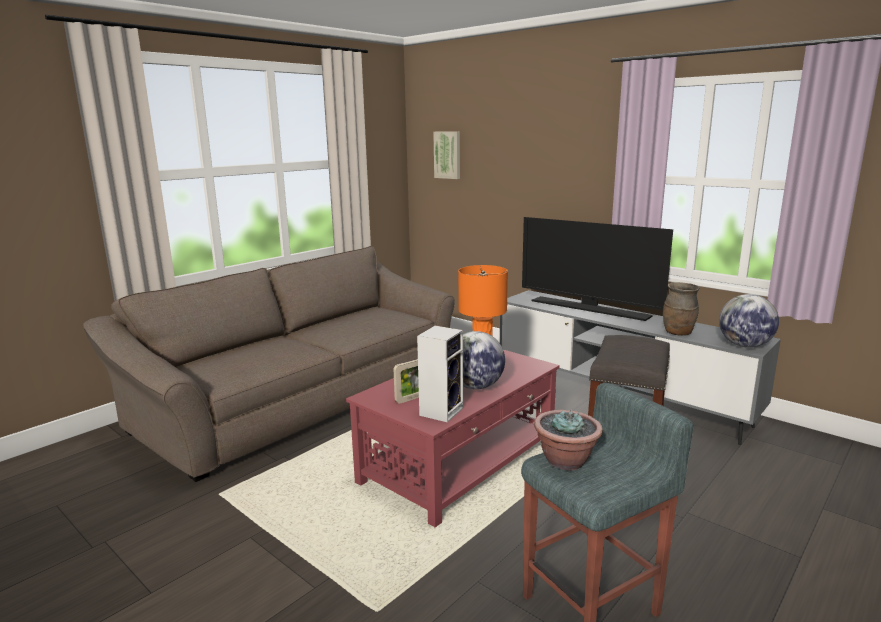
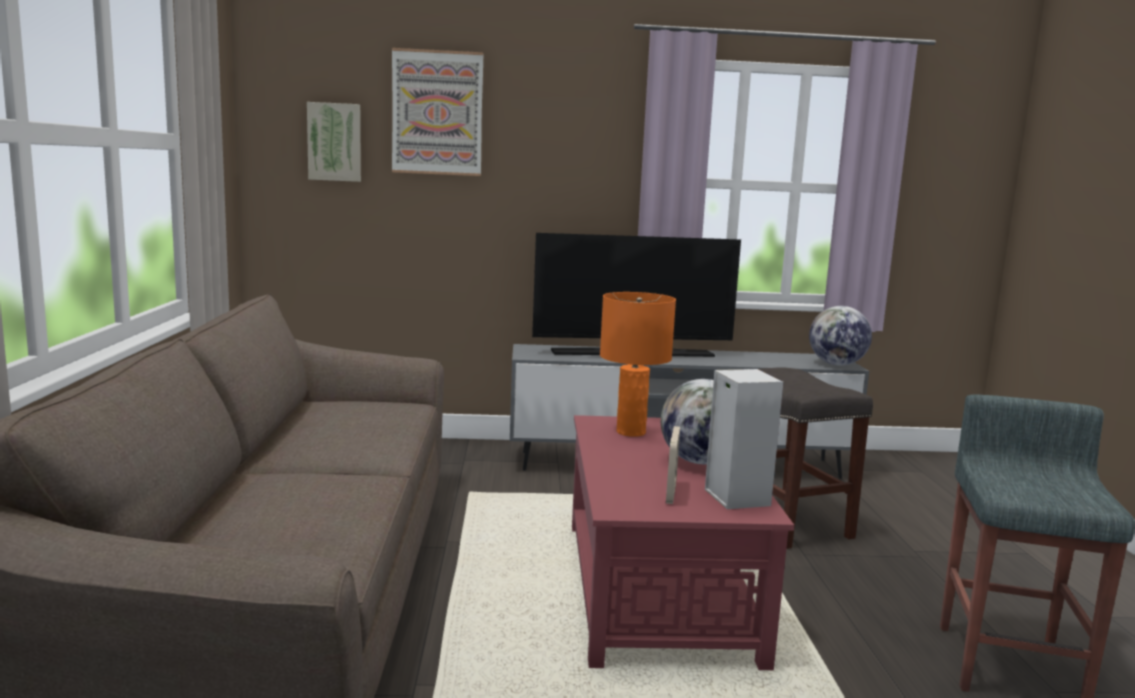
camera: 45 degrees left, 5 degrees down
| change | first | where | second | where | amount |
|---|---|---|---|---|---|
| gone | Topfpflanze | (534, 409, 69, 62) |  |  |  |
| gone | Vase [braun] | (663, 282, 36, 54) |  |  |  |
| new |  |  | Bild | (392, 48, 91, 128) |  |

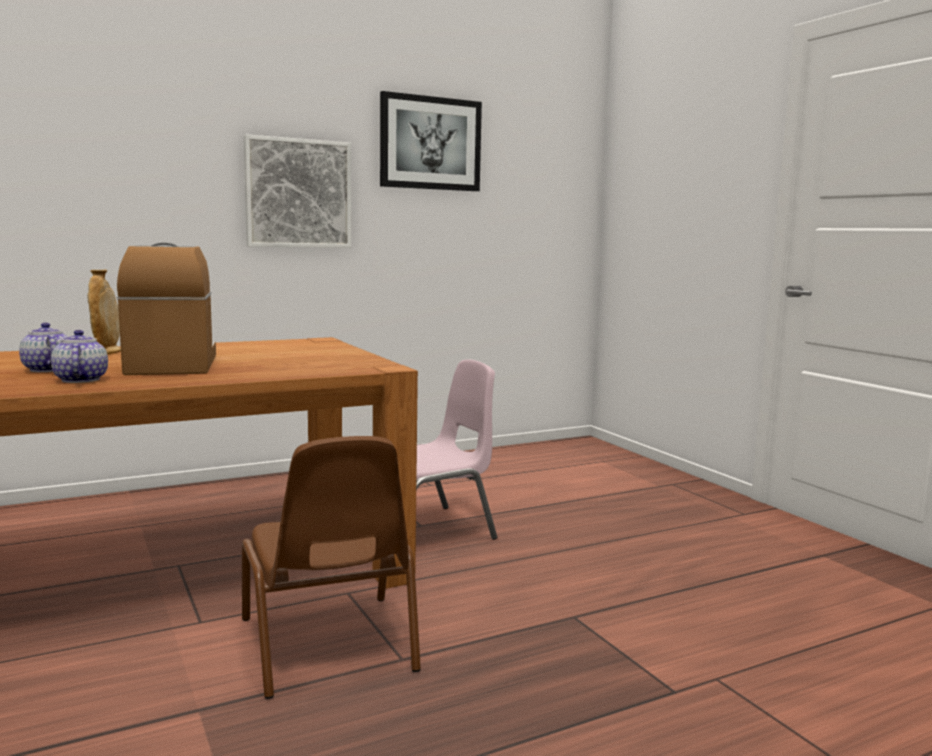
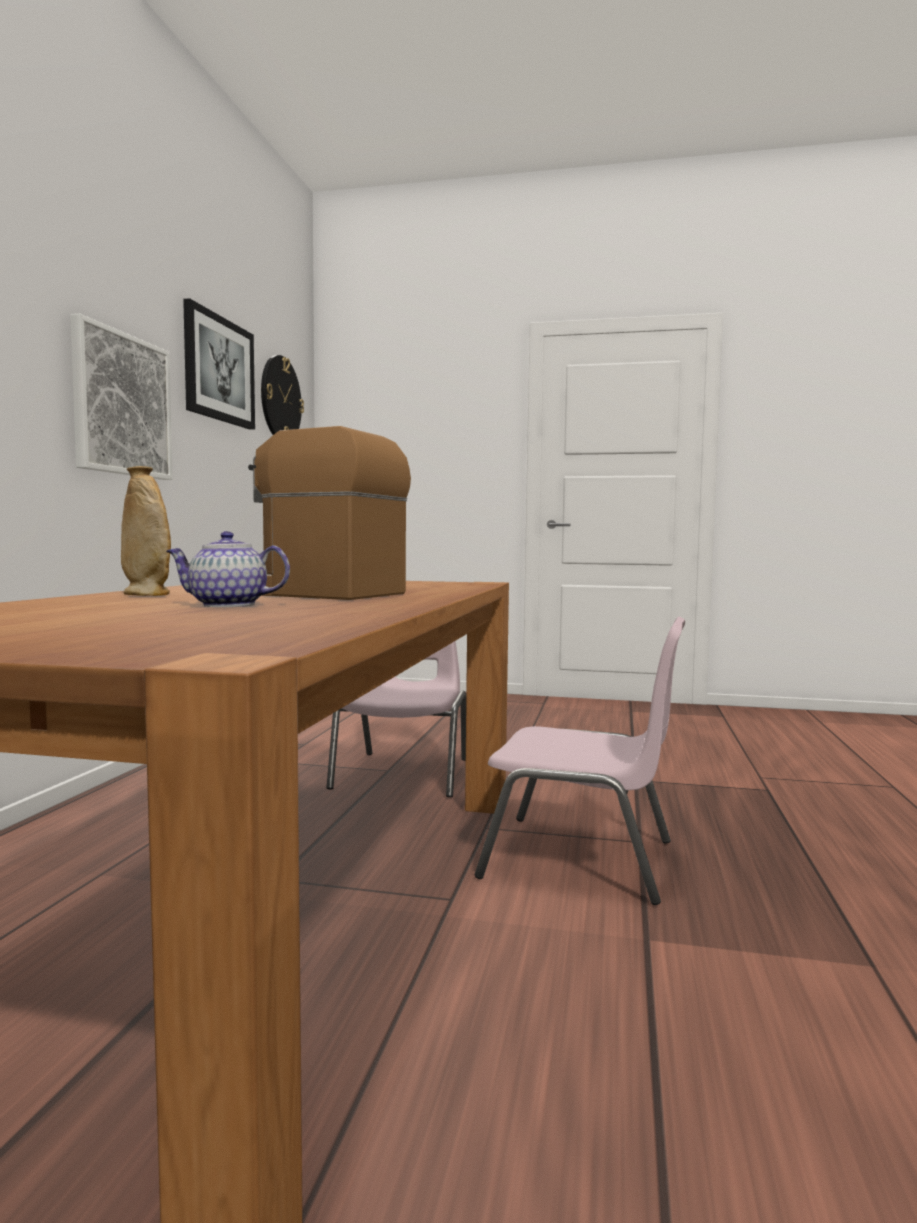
camera: 50 degrees left, 5 degrees down
| change | first | where | second | where | amount |
|---|---|---|---|---|---|
| gone | Teekanne | (51, 330, 57, 53) |  |  |  |
| repainted | Stuhl [braun] | (242, 436, 179, 263) | Stuhl [rosa] | (475, 617, 210, 288) |  |
| new |  |  | Wanduhr | (261, 355, 43, 80) |  |

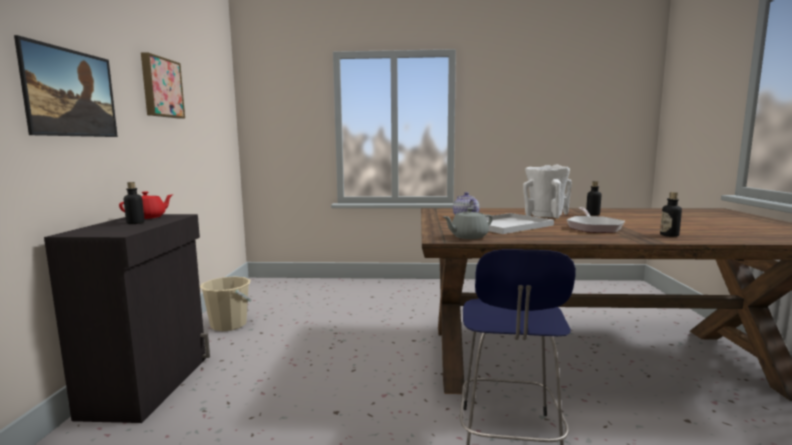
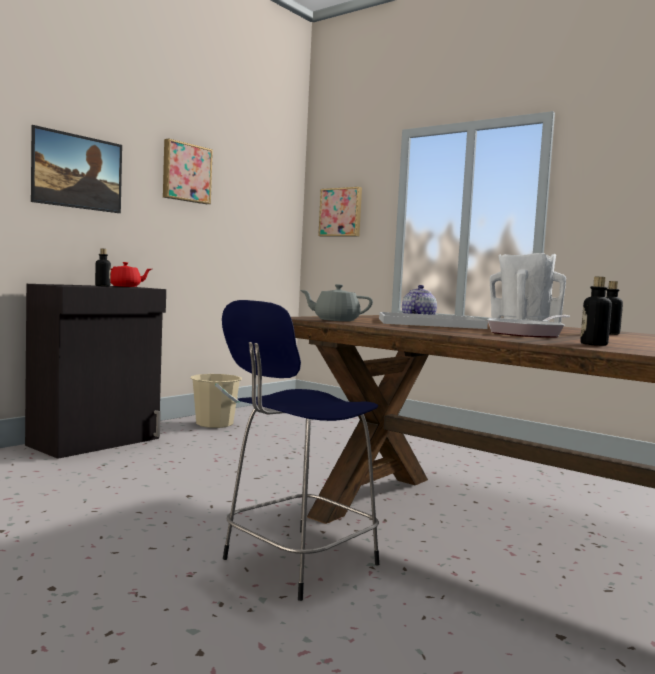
camera: 35 degrees right, 5 degrees down
| change | first | where | second | where | amount |
|---|---|---|---|---|---|
| new |  |  | Bild | (318, 187, 44, 50) |  |

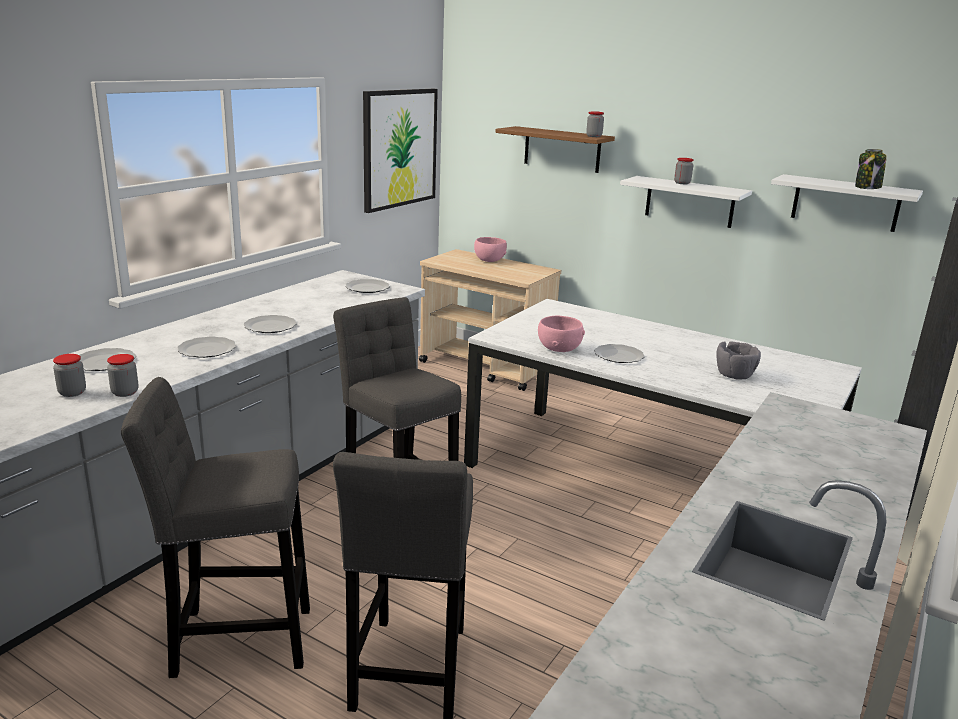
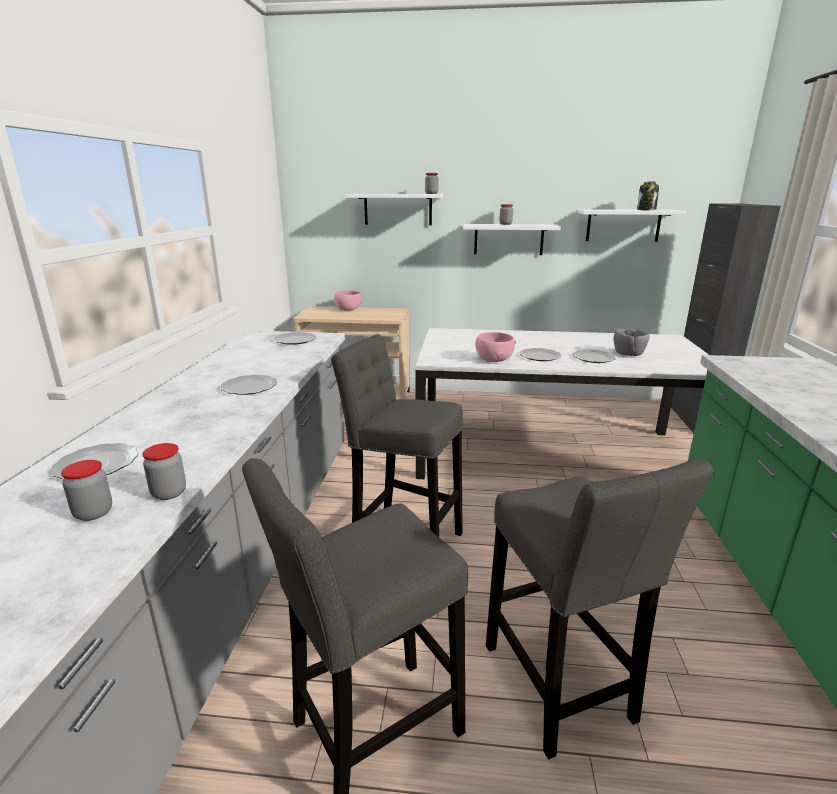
camera: 25 degrees left, 0 degrees up
| change | first | where | second | where | amount |
|---|---|---|---|---|---|
| shifted | Teller | (177, 336, 59, 22) |  | (572, 350, 44, 13) |  |
| gone | Bild | (363, 89, 75, 124) |  |  |  |
| repainted | Wandregal [braun] | (495, 126, 120, 47) | Wandregal [weiß] | (346, 194, 97, 31) |  |

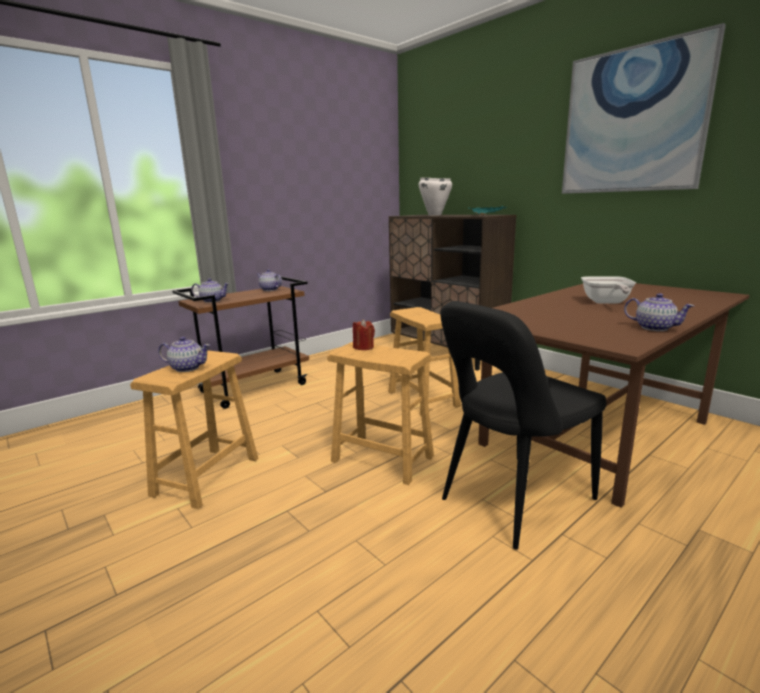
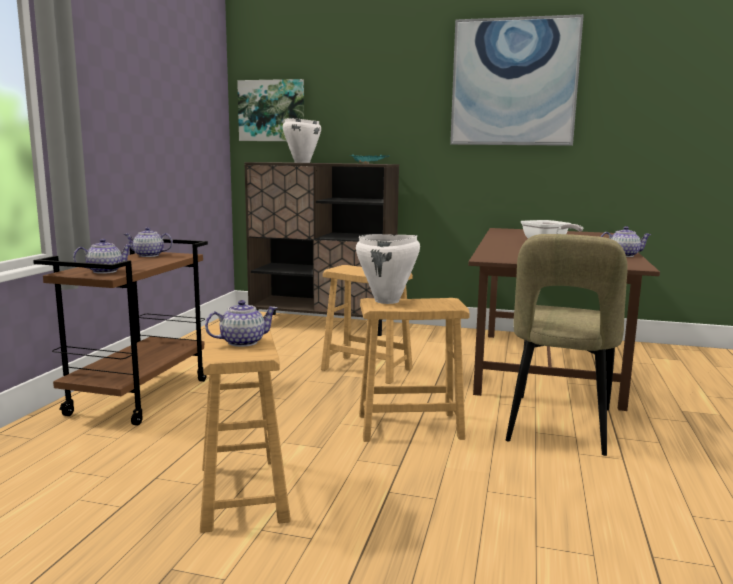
camera: 35 degrees left, 5 degrees down
| change | first | where | second | where | amount |
|---|---|---|---|---|---|
| swapped | Kerze [rot] | (353, 319, 22, 31) | Kochtopf [weiß] | (356, 234, 64, 70) |  |
| repainted | Stuhl [schwarz] | (440, 301, 166, 248) | Stuhl [beige] | (506, 234, 122, 222) |  |
| new |  |  | Bild | (237, 79, 67, 62) |  |

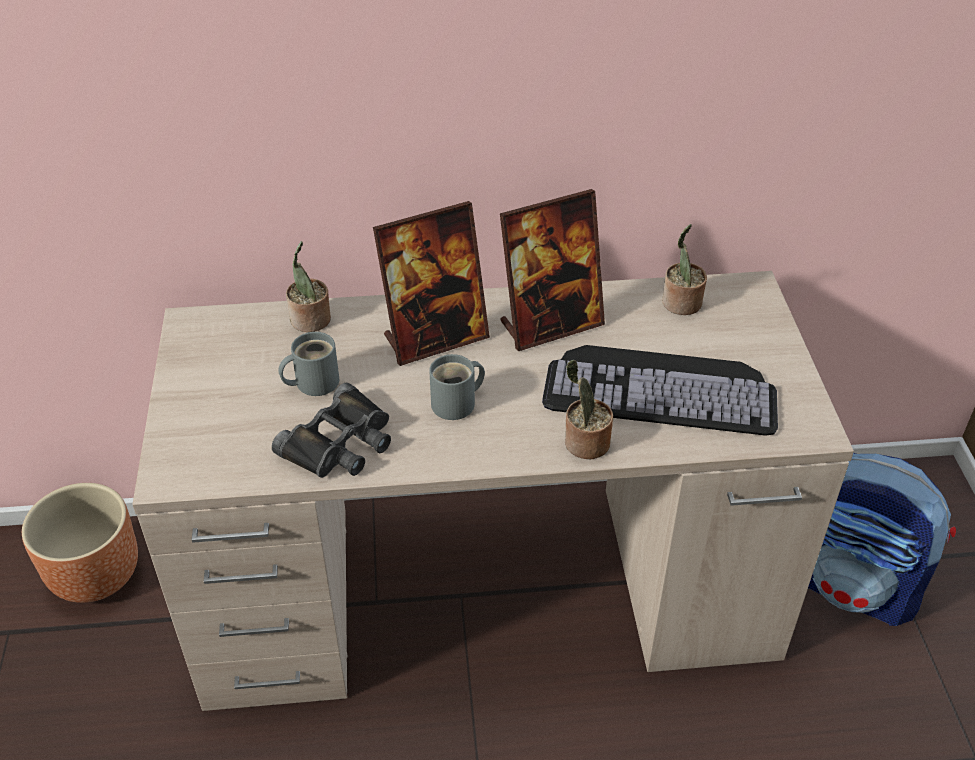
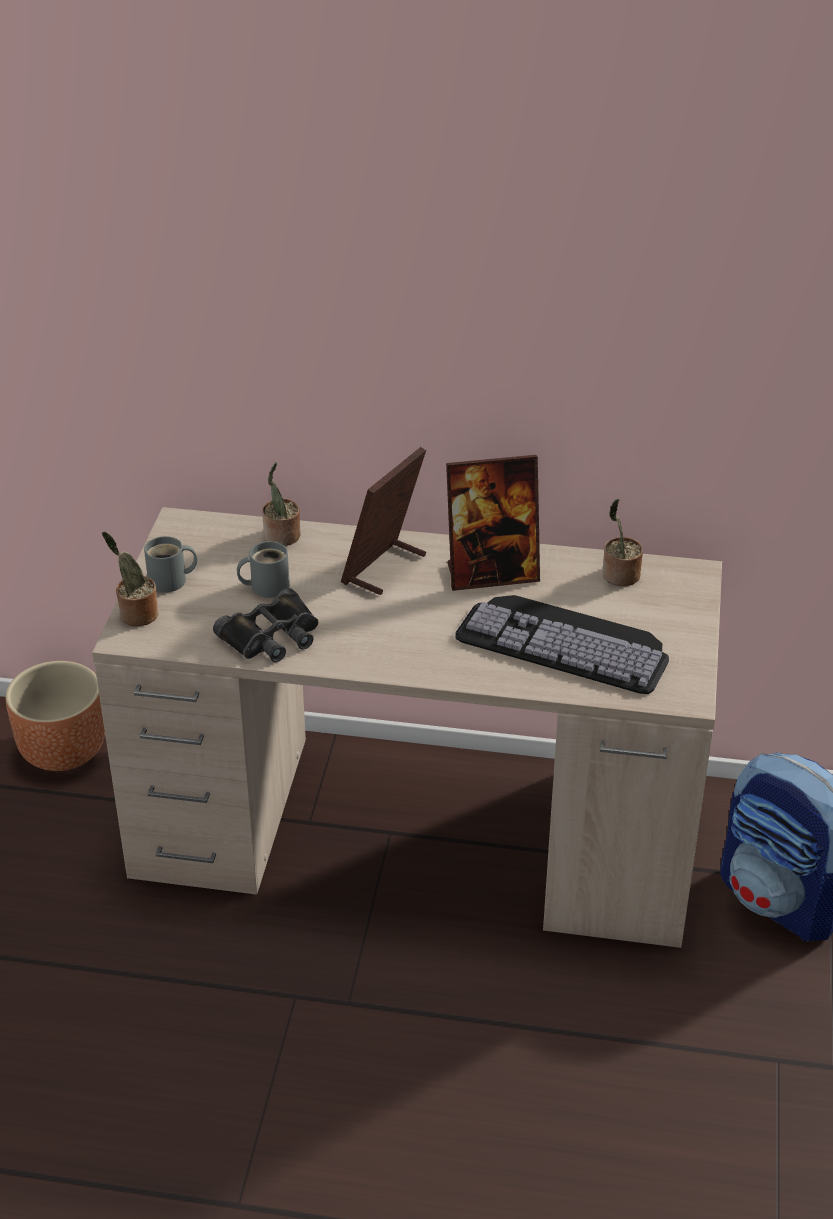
camera: 15 degrees right, 5 degrees down
| change | first | where | second | where | amount |
|---|---|---|---|---|---|
| rotated | Bilderrahmen | (373, 201, 117, 165) |  | (341, 447, 85, 148) | 135 degrees clockwise |
| shifted | Henkelbecher [grau] | (429, 354, 56, 66) |  | (144, 536, 53, 57) |  |
| shifted | Topfpflanze | (565, 359, 48, 100) |  | (102, 531, 57, 95) |  |

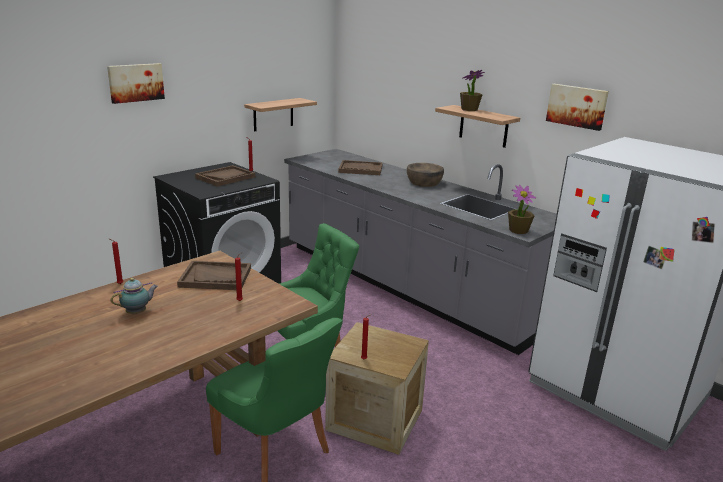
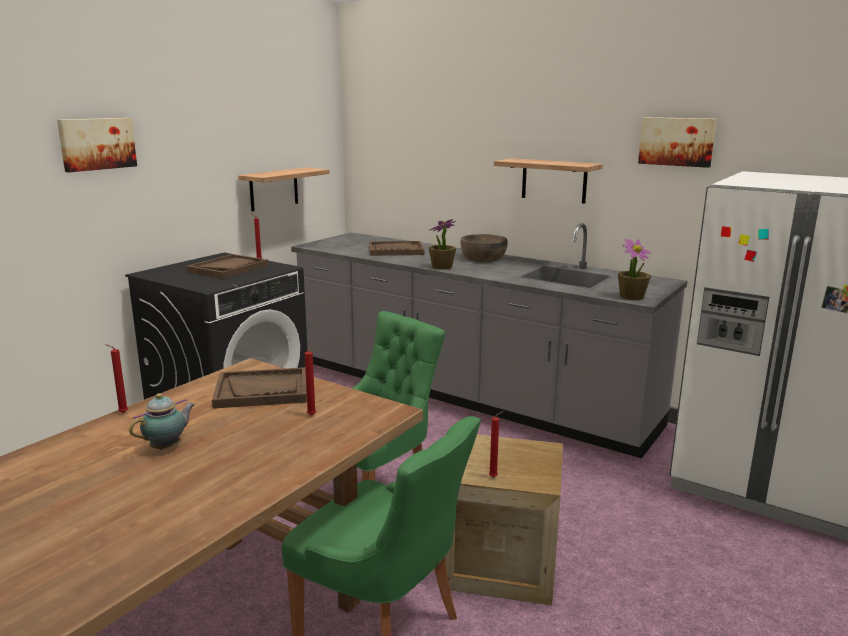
camera: 10 degrees left, 5 degrees down
| change | first | where | second | where | amount |
|---|---|---|---|---|---|
| shifted | Topfpflanze | (460, 70, 25, 41) |  | (428, 219, 28, 51) |  |

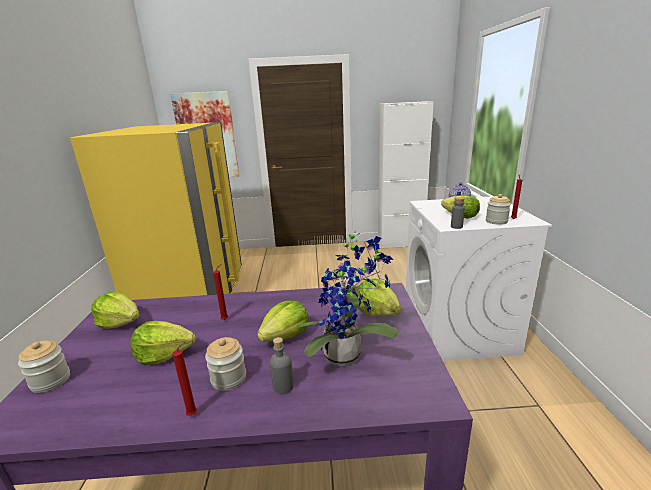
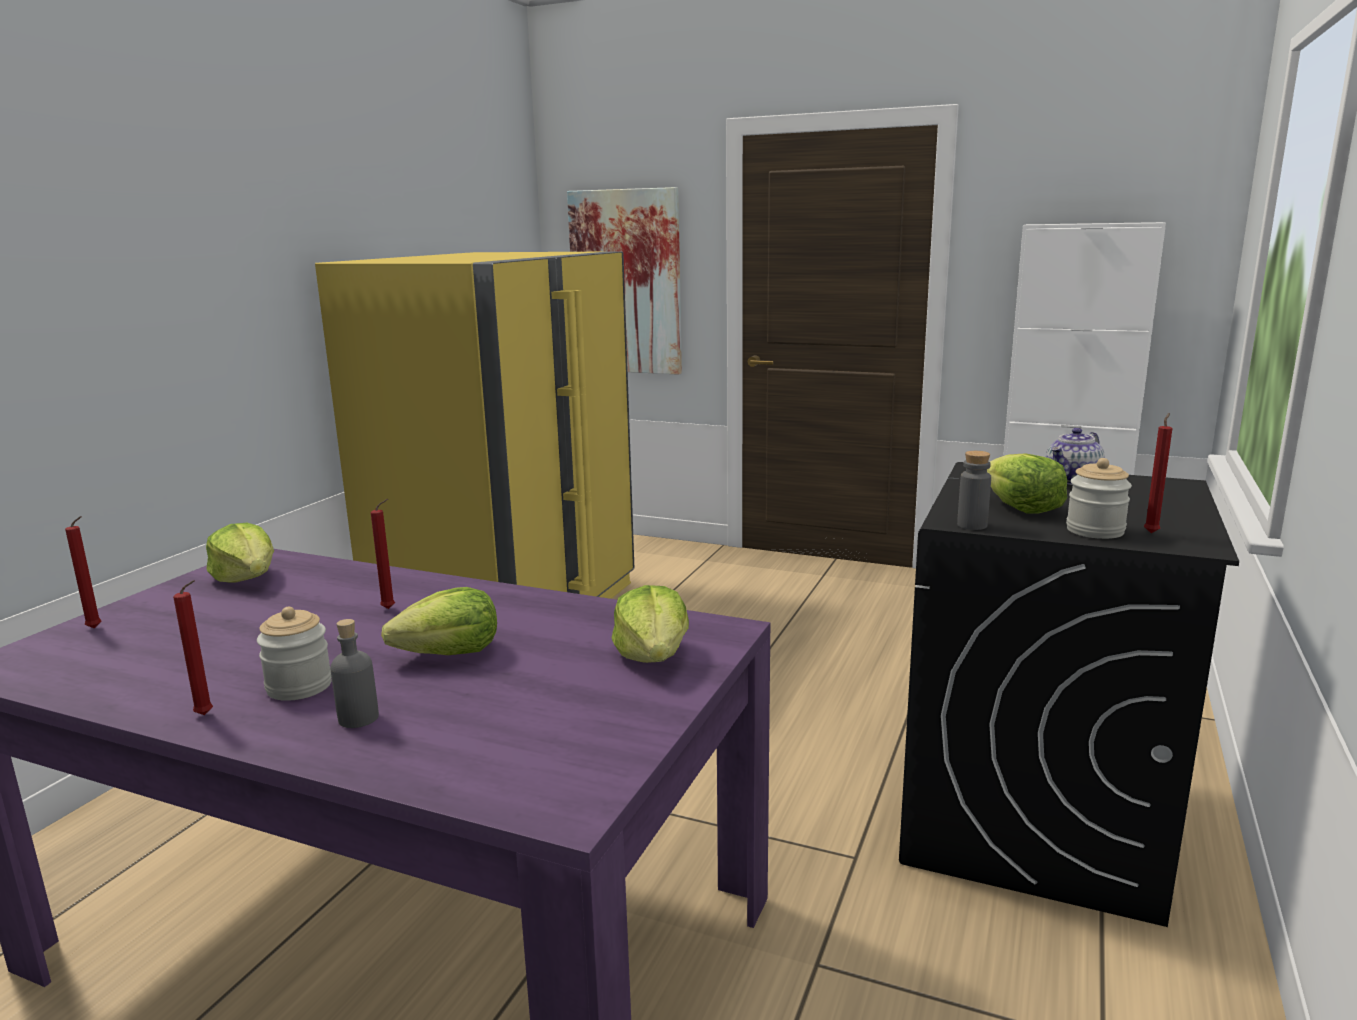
camera: 25 degrees right, 5 degrees down
| change | first | where | second | where | amount |
|---|---|---|---|---|---|
| swapped | Vorratsglas | (18, 341, 52, 52) | Kerze [rot] | (65, 516, 36, 112) |  |
| gone | Salatkopf | (130, 321, 66, 44) |  |  |  |
| gone | Topfpflanze | (297, 230, 102, 136) |  |  |  |
| repainted | Waschmaschine [weiß] | (406, 196, 146, 165) | Waschmaschine [schwarz] | (899, 462, 340, 465) |  |

